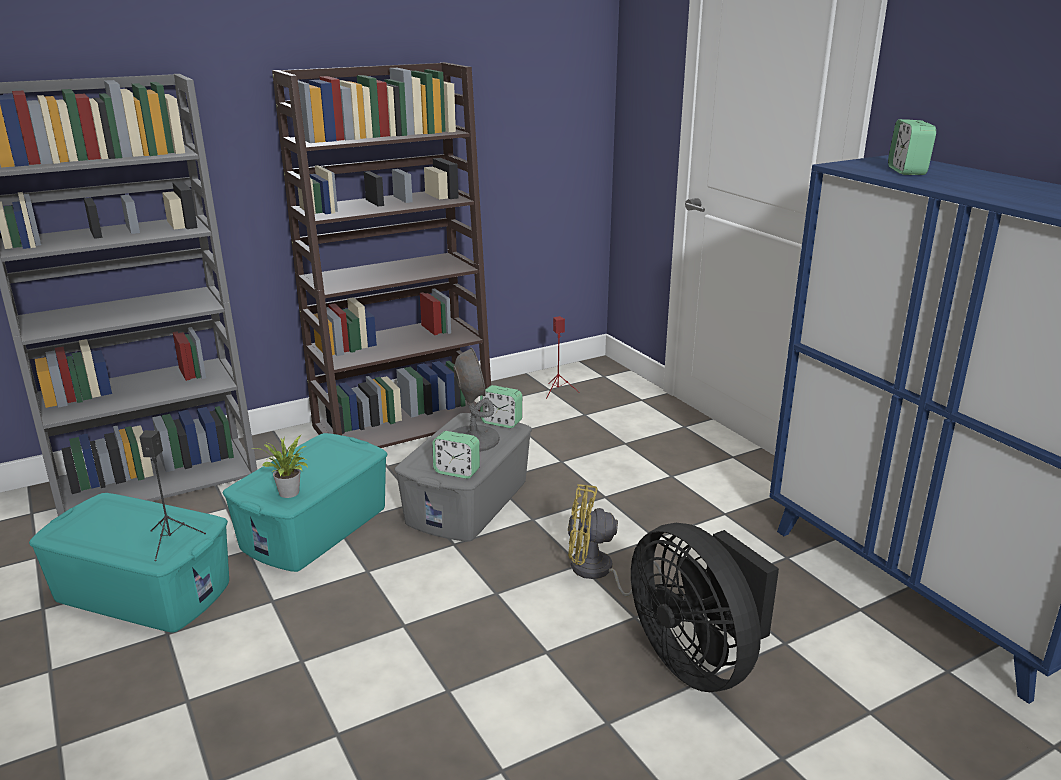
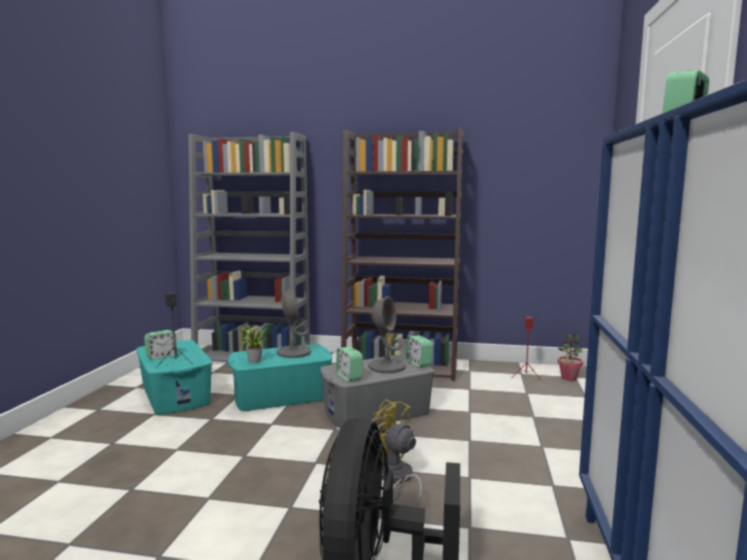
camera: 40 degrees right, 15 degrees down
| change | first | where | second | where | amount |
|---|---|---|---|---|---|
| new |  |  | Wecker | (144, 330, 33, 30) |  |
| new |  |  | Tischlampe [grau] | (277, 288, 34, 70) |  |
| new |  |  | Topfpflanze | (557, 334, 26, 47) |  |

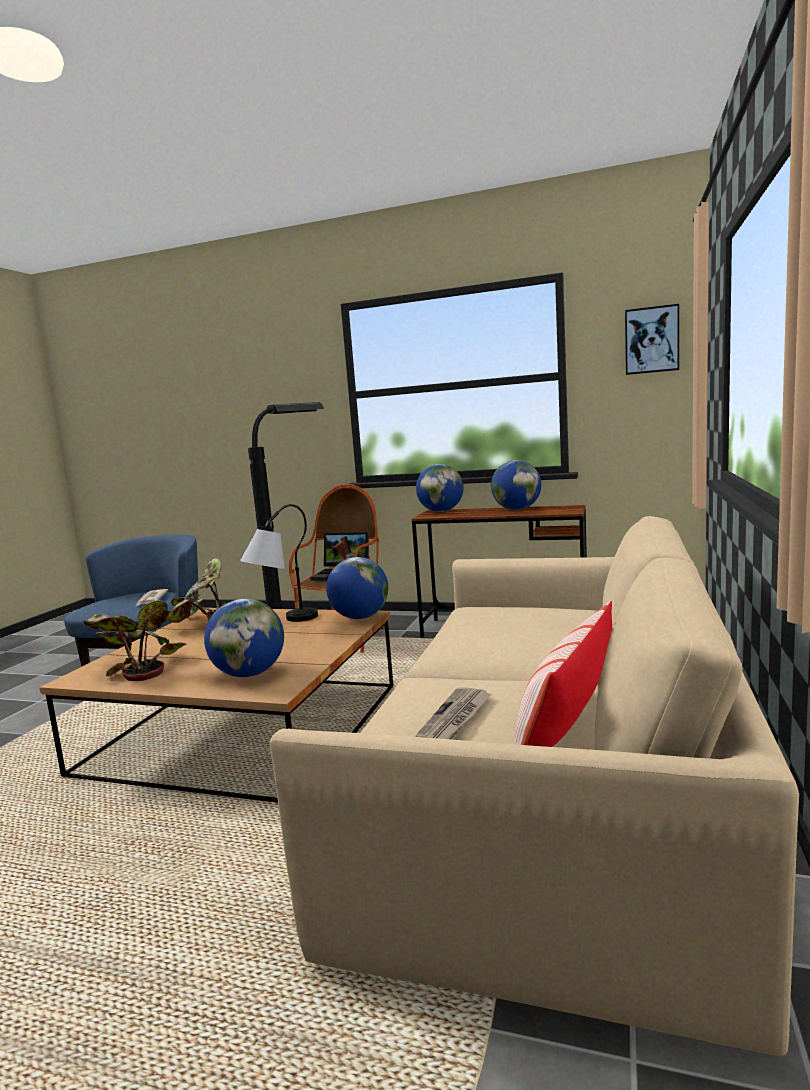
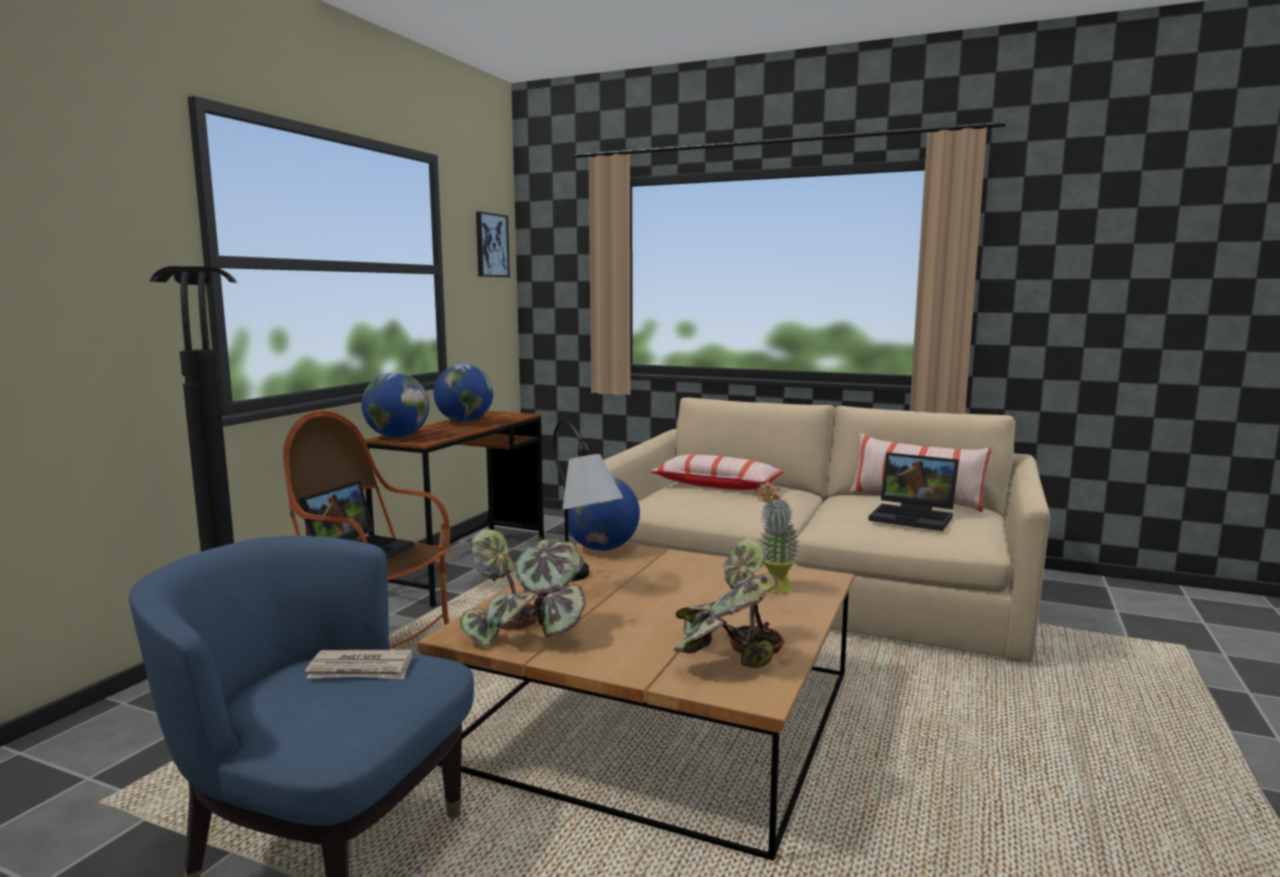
camera: 85 degrees left, 0 degrees up
| change | first | where | second | where | amount |
|---|---|---|---|---|---|
| swapped | Globus | (204, 599, 80, 78) | Topfpflanze | (754, 481, 45, 113) |  |
| swapped | Zeitung | (415, 687, 76, 53) | Laptop | (868, 452, 91, 79) |  |
| new |  |  | Kissen | (650, 455, 134, 35) |  |

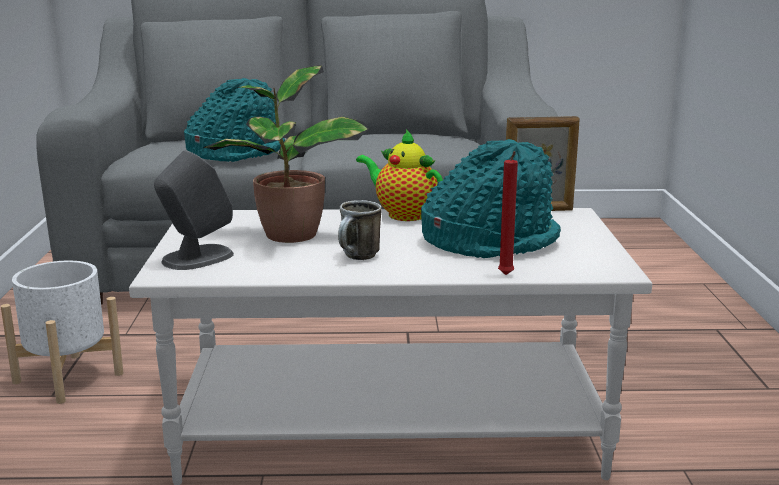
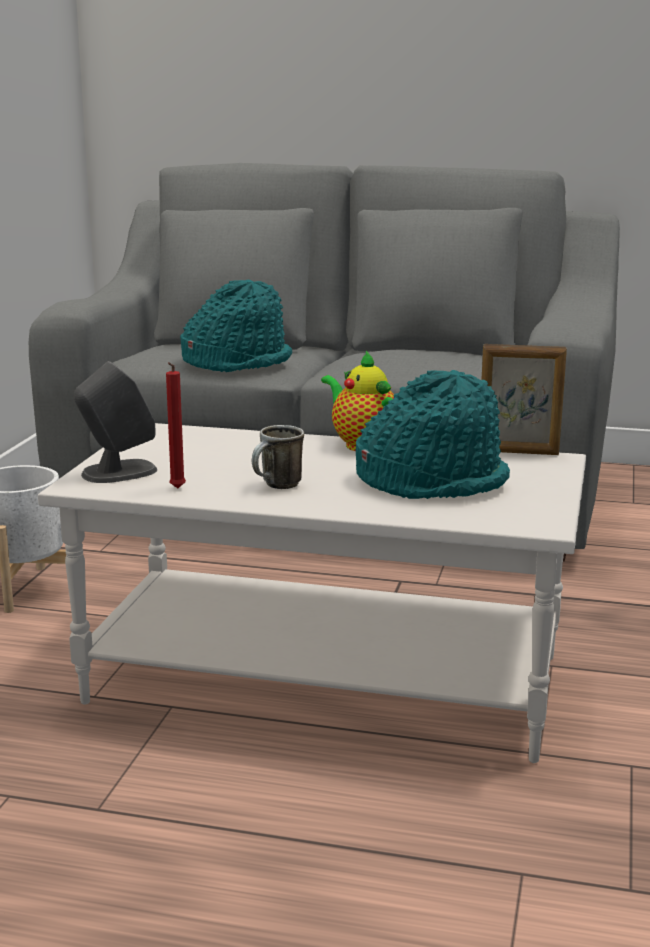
camera: 15 degrees right, 0 degrees up
| change | first | where | second | where | amount |
|---|---|---|---|---|---|
| gone | Topfpflanze | (203, 65, 166, 178) |  |  |  |
| shifted | Kerze [rot] | (498, 151, 20, 124) |  | (166, 362, 20, 126) |  |

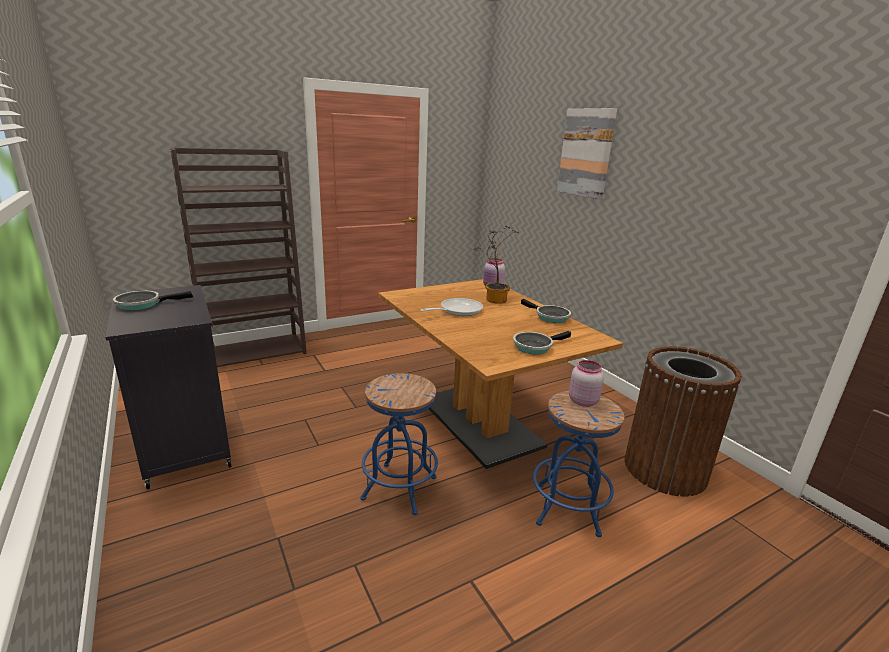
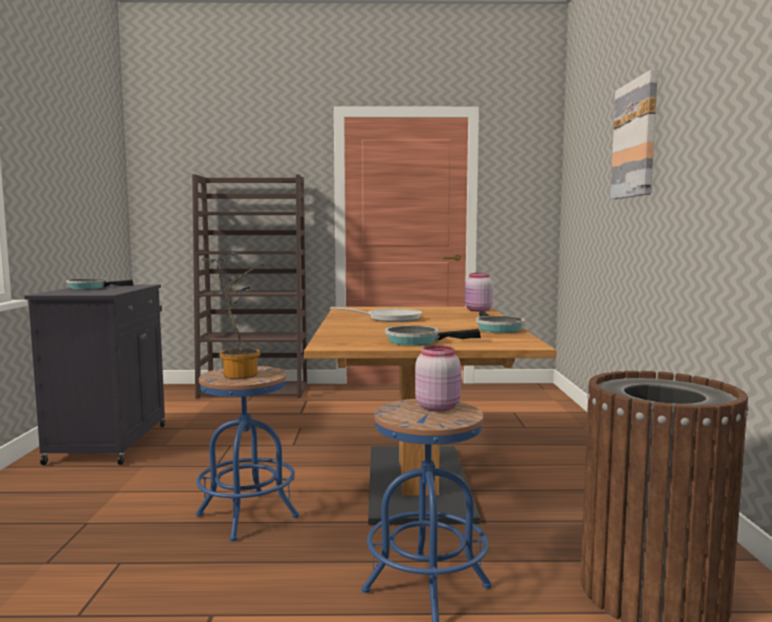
camera: 30 degrees right, 15 degrees down
| change | first | where | second | where | amount |
|---|---|---|---|---|---|
| shifted | Topfpflanze | (474, 226, 46, 78) |  | (202, 252, 70, 127) |  |

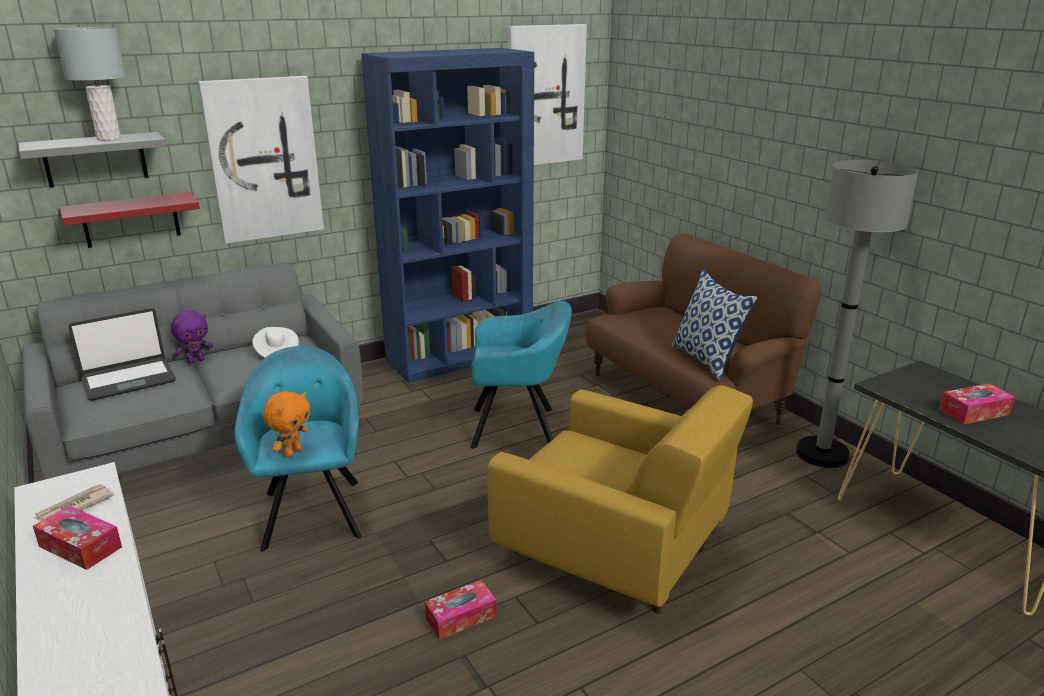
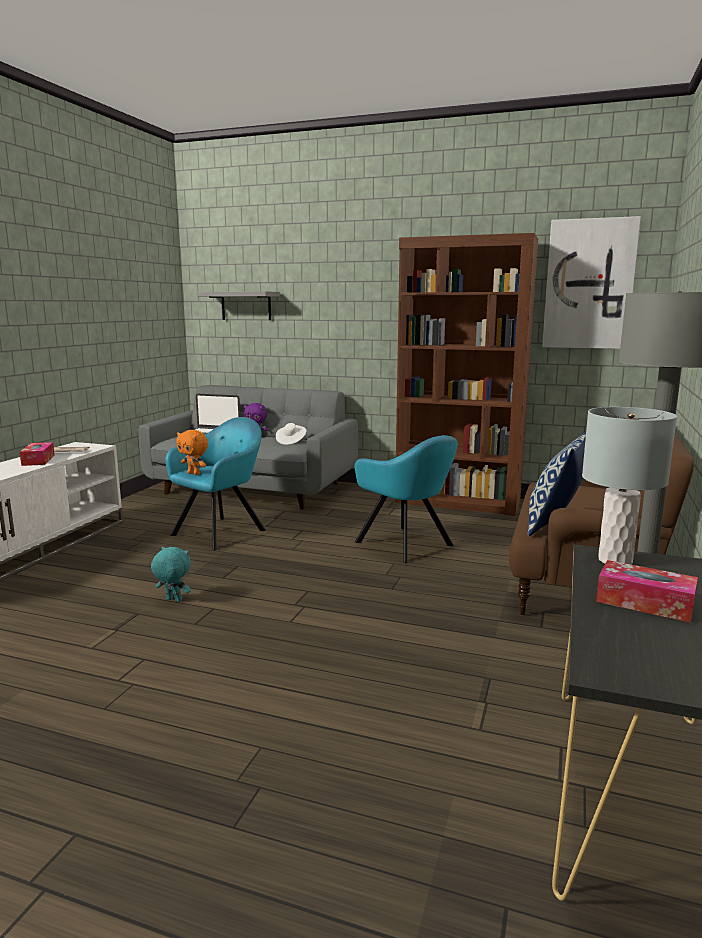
camera: 50 degrees right, 10 degrees down
| change | first | where | second | where | amount |
|---|---|---|---|---|---|
| shifted | Tischlampe [grau] | (54, 27, 72, 114) |  | (582, 407, 95, 157) |  |
| gone | Wandregal [rot] | (59, 192, 141, 56) |  |  |  |
| gone | Bild | (198, 76, 126, 168) |  |  |  |
| rotated | Plüschtier [orange] | (263, 391, 48, 66) |  | (176, 430, 32, 45) | 45 degrees clockwise |
| repainted | Bücherregal [blau] | (361, 48, 173, 335) | Bücherregal [braun] | (395, 233, 143, 283) |  |
| swapped | Taschentuchbox | (425, 580, 72, 60) | Plüschtier [türkis] | (151, 547, 40, 55) |  |
| gone | Sessel [gelb] | (487, 385, 266, 229) |  |  |  |

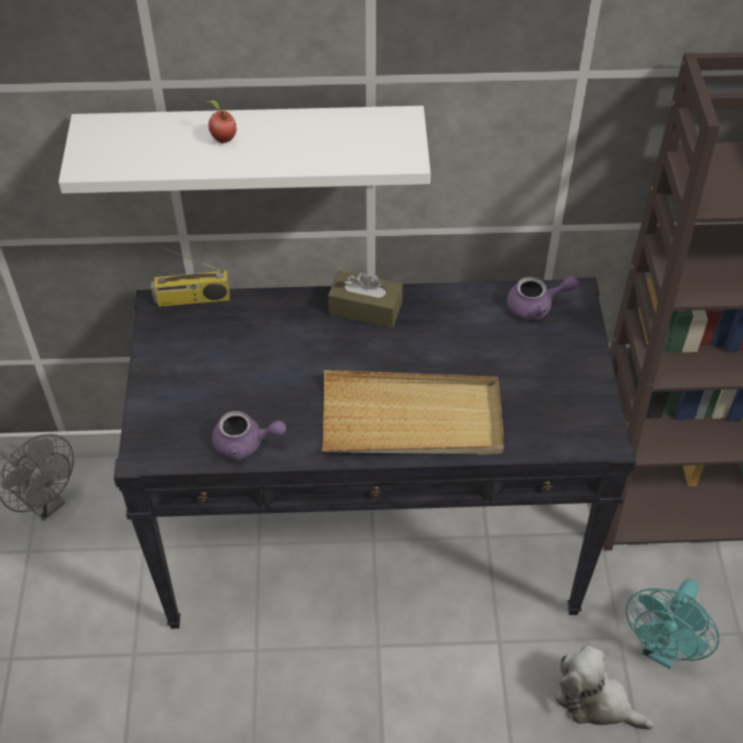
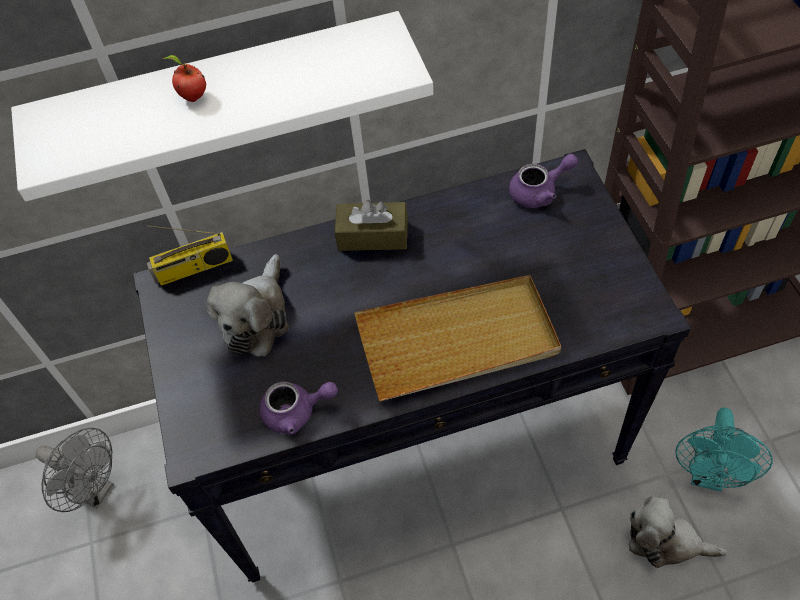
camera: 10 degrees left, 5 degrees up
| change | first | where | second | where | amount |
|---|---|---|---|---|---|
| new |  |  | Plüschtier | (206, 254, 83, 103) |  |

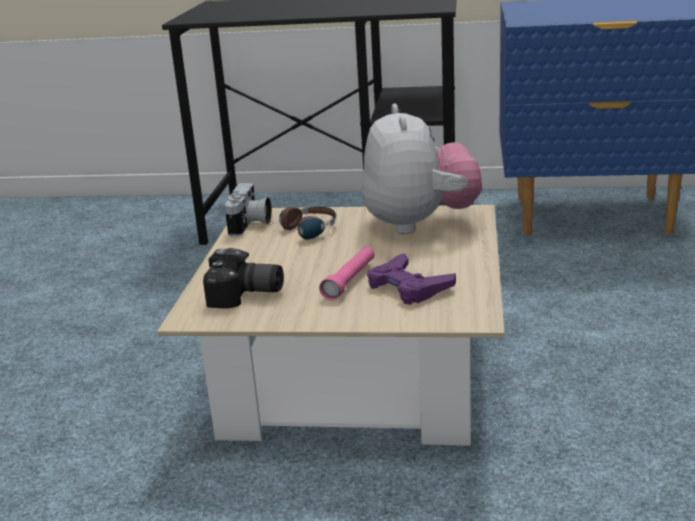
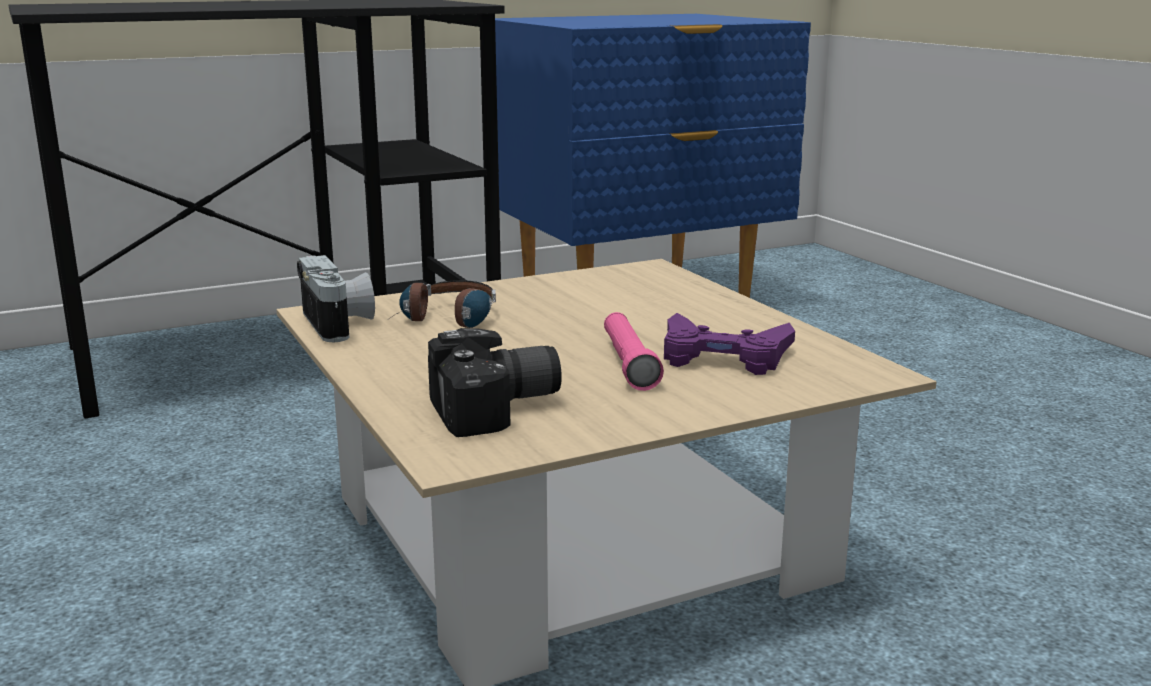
camera: 35 degrees left, 5 degrees down
| change | first | where | second | where | amount |
|---|---|---|---|---|---|
| gone | Plüschtier | (362, 104, 120, 130) |  |  |  |

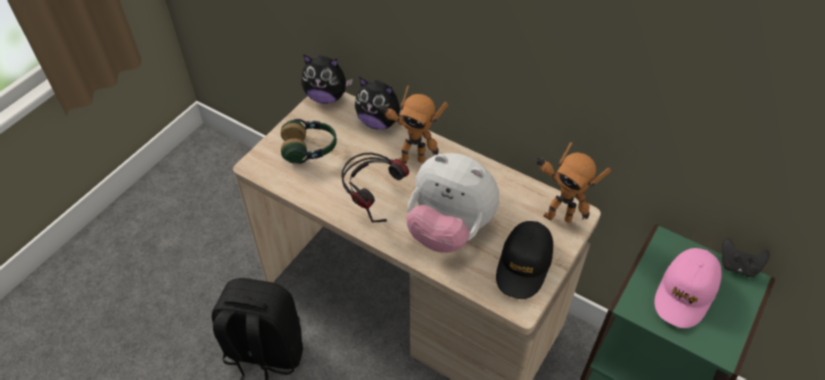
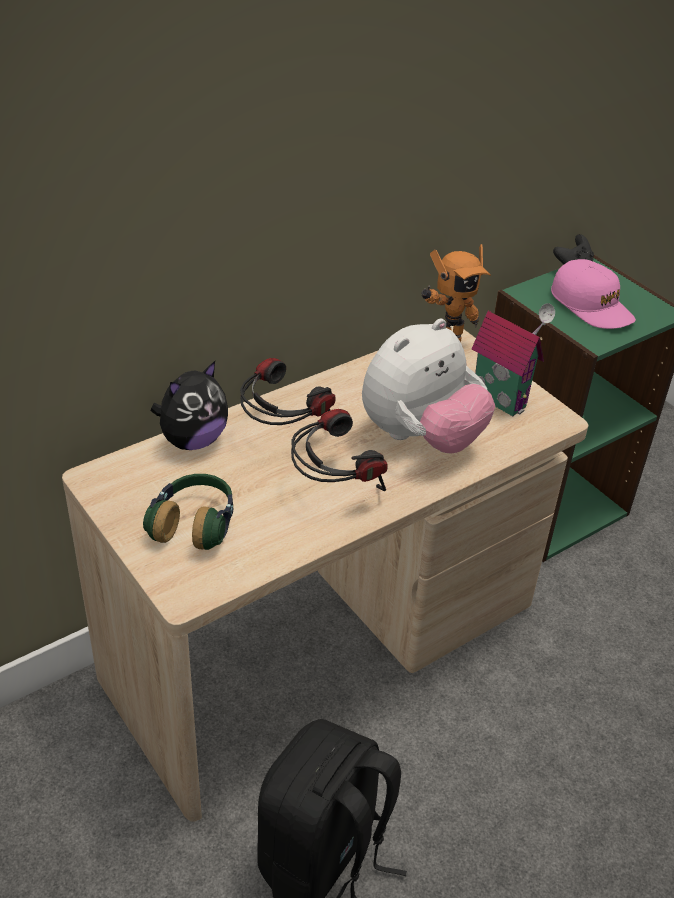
camera: 70 degrees left, 10 degrees down
| change | first | where | second | where | amount |
|---|---|---|---|---|---|
| gone | Plüschtier | (301, 54, 52, 50) |  |  |  |
| swapped | Spielzeugroboter | (378, 86, 70, 78) | Kopfhörer | (240, 358, 96, 67) |  |
| swapped | Kappe [schwarz] | (496, 221, 57, 78) | Spielzeughaus | (472, 303, 83, 113) |  |

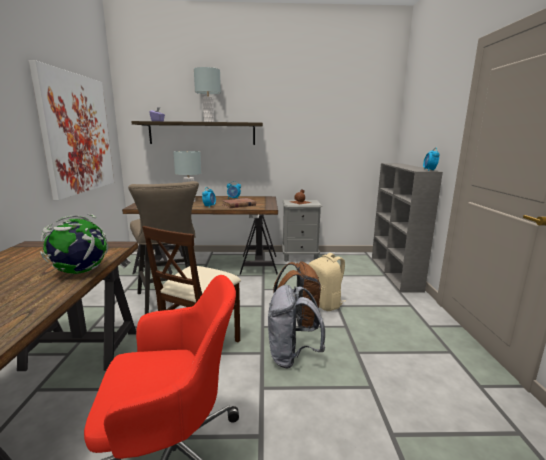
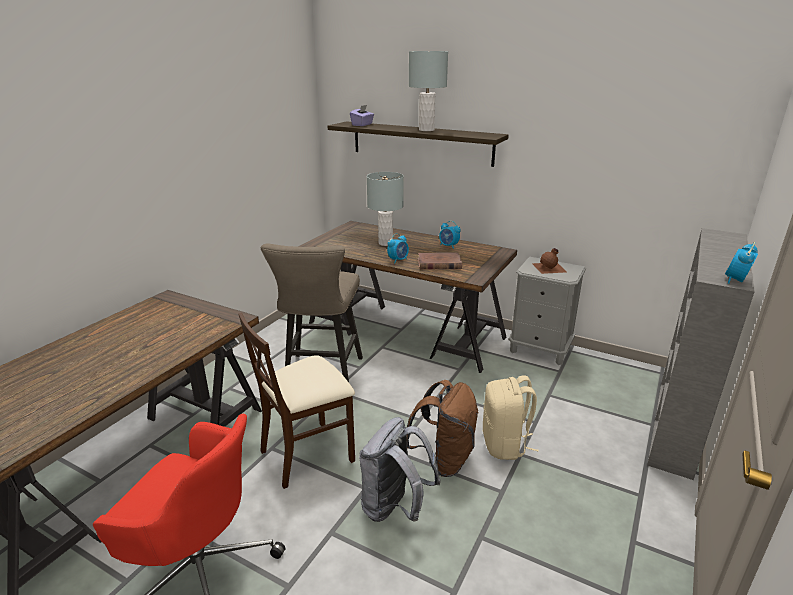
camera: 30 degrees right, 10 degrees up
| change | first | where | second | where | amount |
|---|---|---|---|---|---|
| gone | Bild | (29, 60, 85, 140) |  |  |  |
| gone | Globus | (40, 214, 68, 60) |  |  |  |

